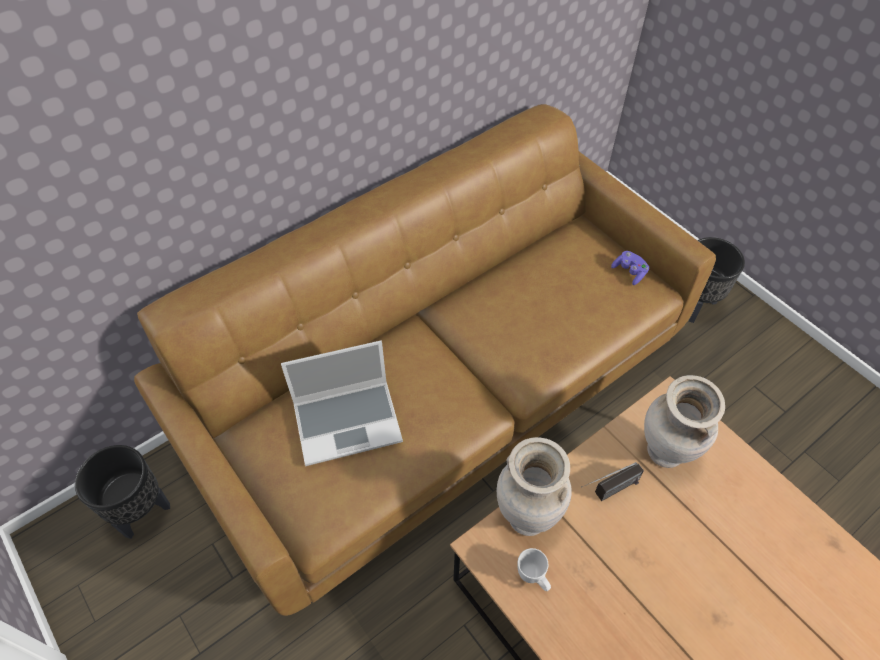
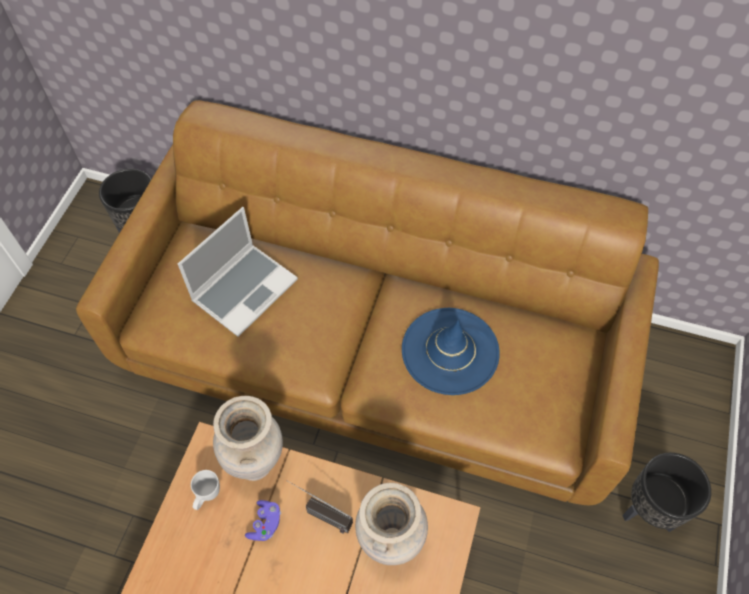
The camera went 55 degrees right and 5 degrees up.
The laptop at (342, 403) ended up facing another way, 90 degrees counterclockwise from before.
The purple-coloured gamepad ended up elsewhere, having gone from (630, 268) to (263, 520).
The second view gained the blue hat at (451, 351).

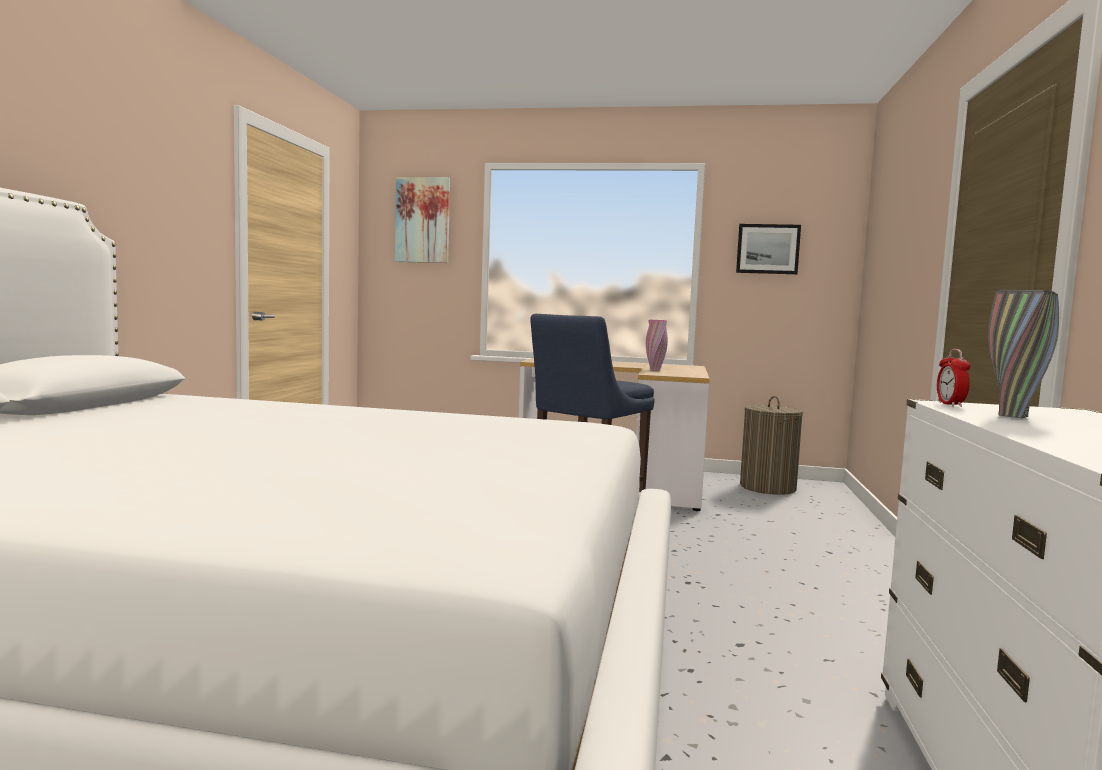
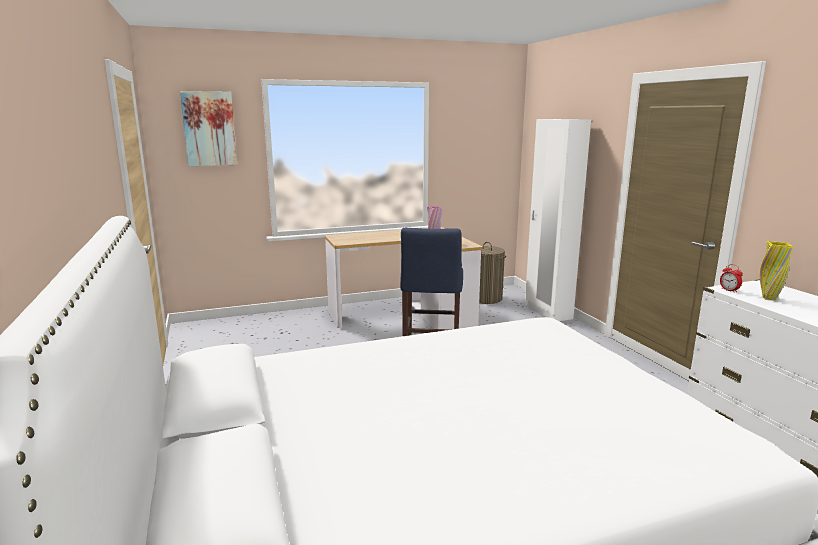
The camera went 30 degrees left and 10 degrees up.
The second view gained the whitish clothes cupboard at (558, 220).
What was the gray vase at (1023, 354) turned into the yellowish vase at (777, 271).
The second view lost the wall picture at (768, 249).

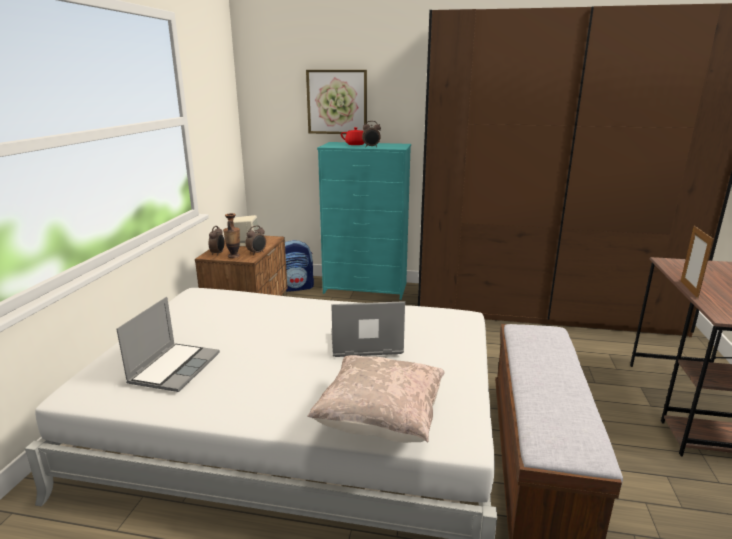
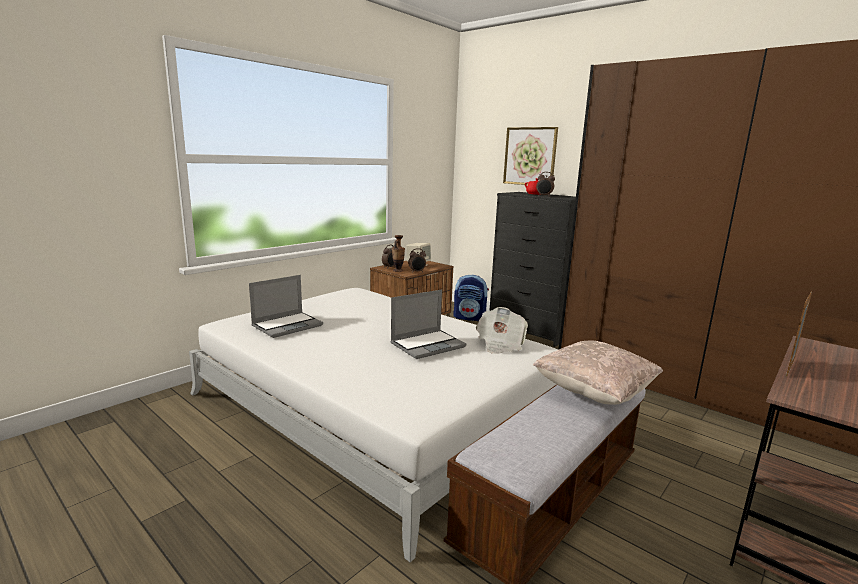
The camera went 30 degrees right and 5 degrees down.
The laptop at (368, 329) ended up facing another way, 120 degrees clockwise from before.
The second view gained the newspaper at (502, 330).
What was the turquoise chest of drawers at (364, 221) turned into the blackish chest of drawers at (533, 269).
The beige-coloured pillow ended up elsewhere, having gone from (376, 399) to (598, 373).

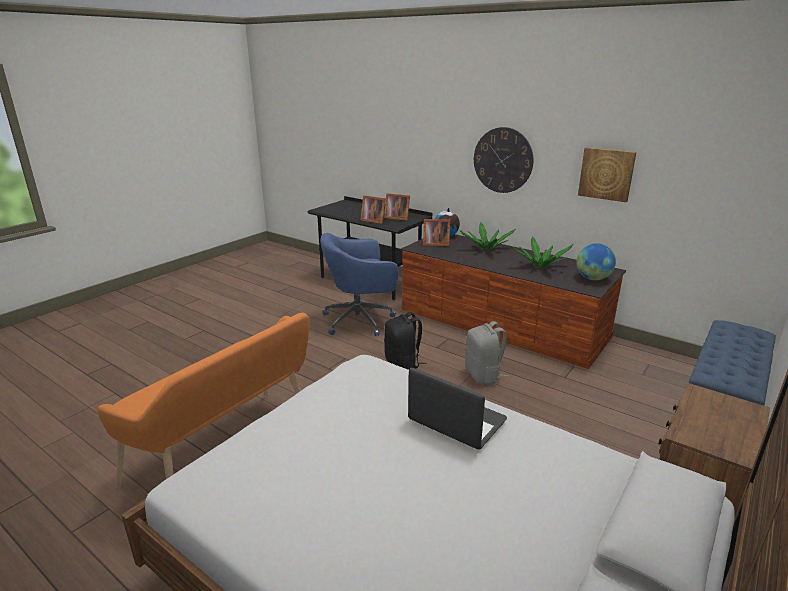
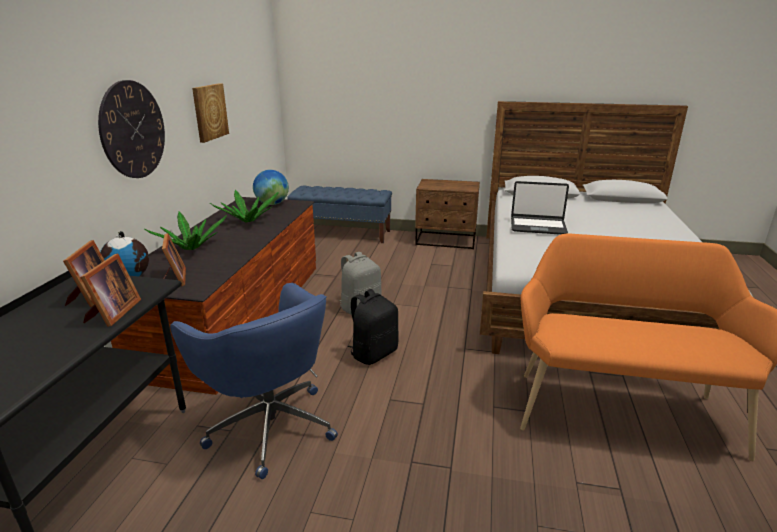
The camera went 115 degrees left and 0 degrees up.
The laptop at (457, 409) ended up facing another way, 90 degrees counterclockwise from before.

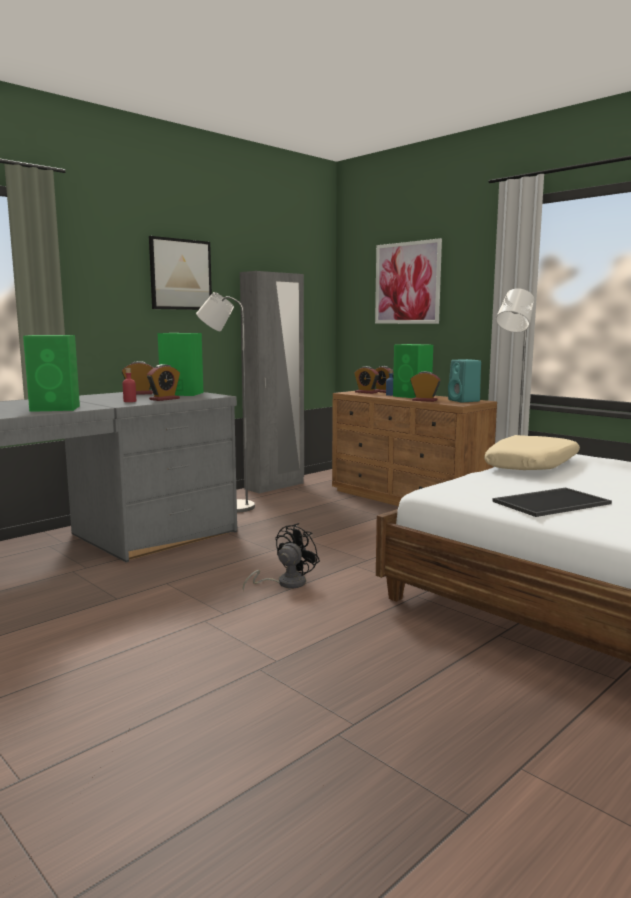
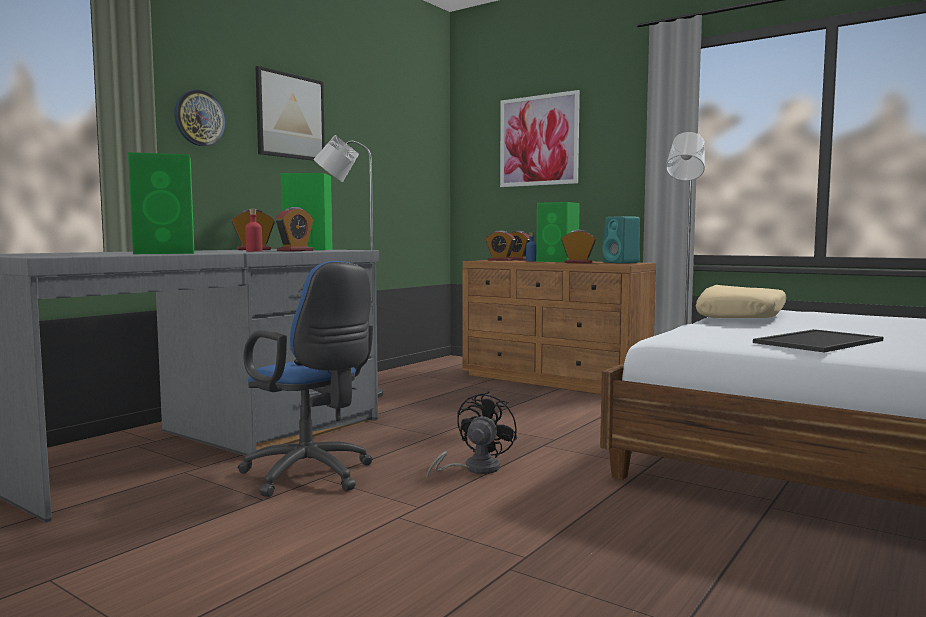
The camera went 10 degrees left and 5 degrees down.
The second view gained the clock on the wall at (200, 118).
The second view gained the blue office chair at (305, 379).
The second view lost the gray clothes cupboard at (272, 382).

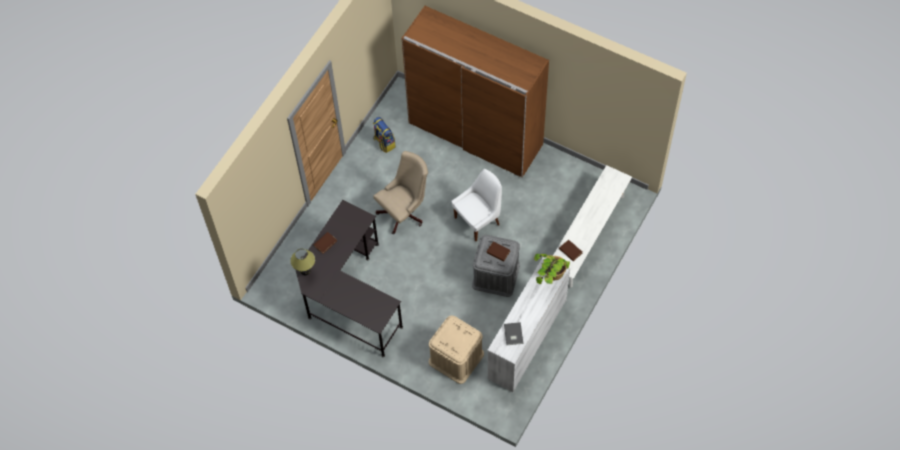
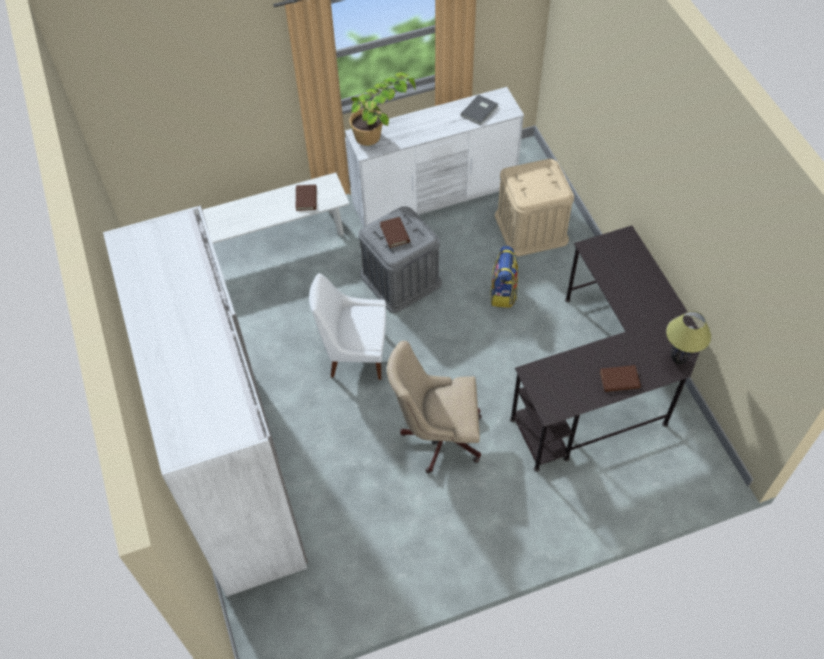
The camera went 140 degrees left and 5 degrees down.
What was the brown clothes cupboard at (475, 92) turned into the whitish clothes cupboard at (205, 401).
The knapsack ended up elsewhere, having gone from (384, 135) to (504, 277).

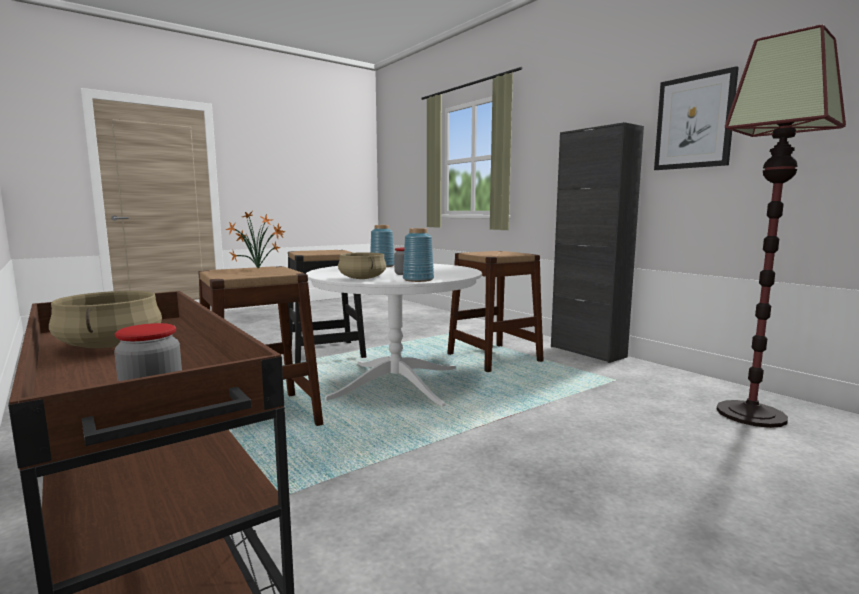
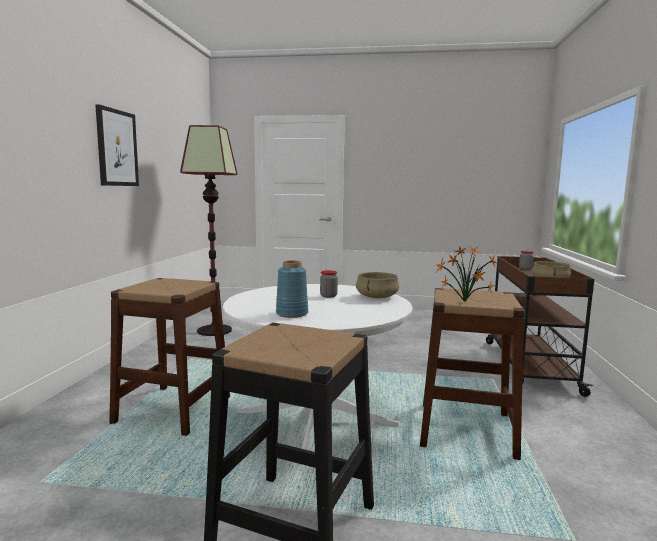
The camera went 135 degrees left and 0 degrees up.
The second view lost the blue vase at (418, 255).
The second view lost the blackish storage cabinet at (597, 242).

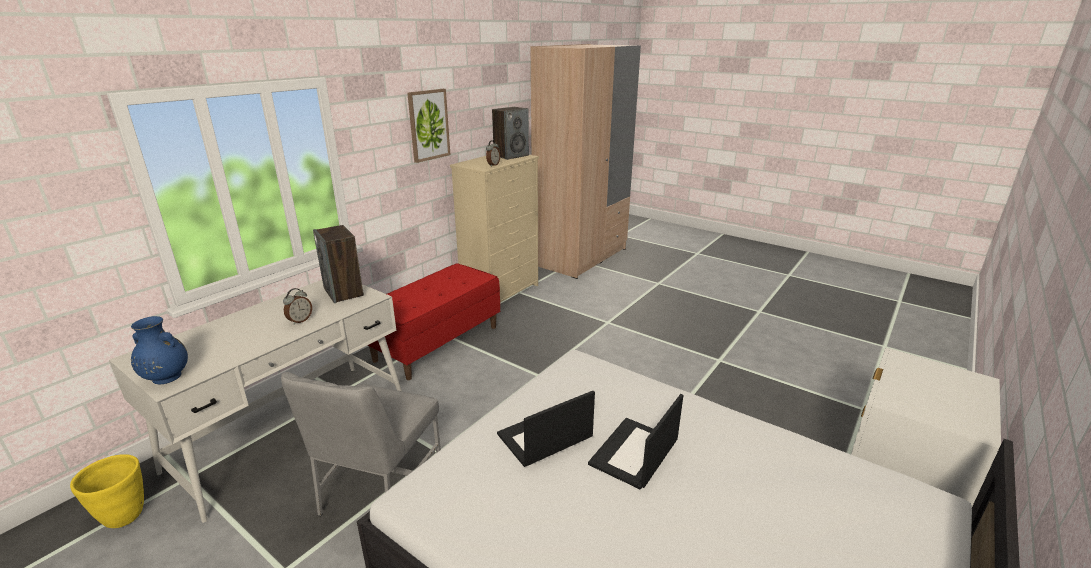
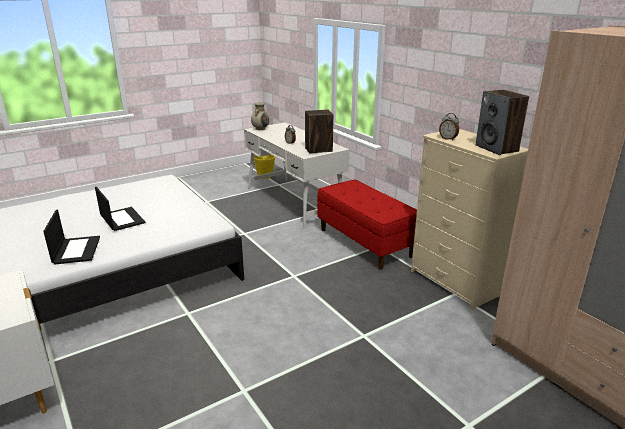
The camera went 110 degrees right and 0 degrees up.
The laptop ended up elsewhere, having gone from (546, 429) to (71, 237).
What was the blue vase at (159, 350) turned into the beige-coloured vase at (260, 116).
The second view lost the gray chair at (361, 444).
The second view lost the wall picture at (429, 126).

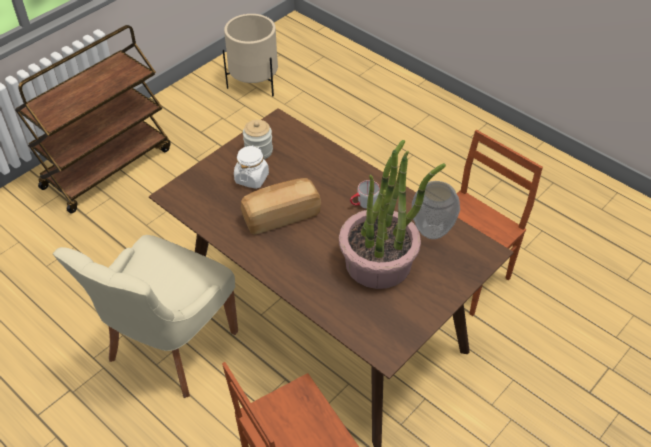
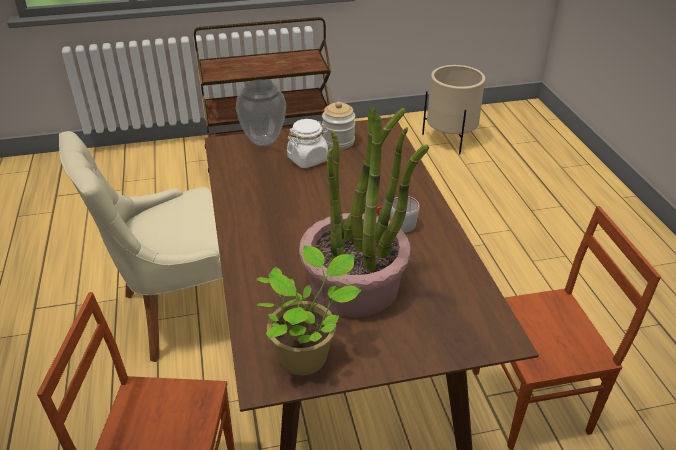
The camera went 35 degrees right and 10 degrees down.
The vase ended up elsewhere, having gone from (436, 210) to (261, 112).
The second view gained the plant in a pot at (309, 310).
The second view lost the bread at (281, 206).

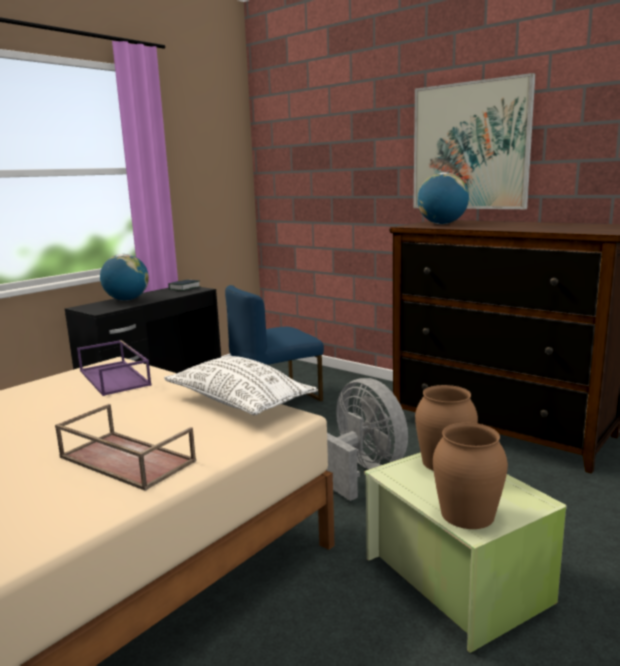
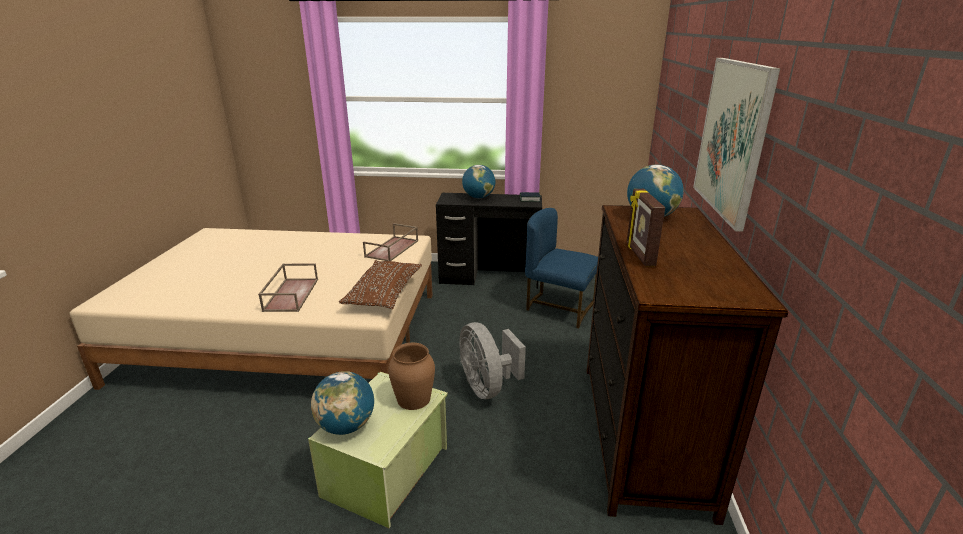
The camera went 55 degrees right and 10 degrees up.
Where the brown vase stood at (470, 476), the globe came to stand at (342, 403).
What was the whitish pillow at (241, 385) turned into the brown pillow at (380, 284).
What was the purple-coloured serving tray at (114, 368) turned into the brown serving tray at (390, 242).
The gray electric fan at (367, 439) ended up facing another way, 135 degrees clockwise from before.
The second view gained the photo frame at (646, 228).

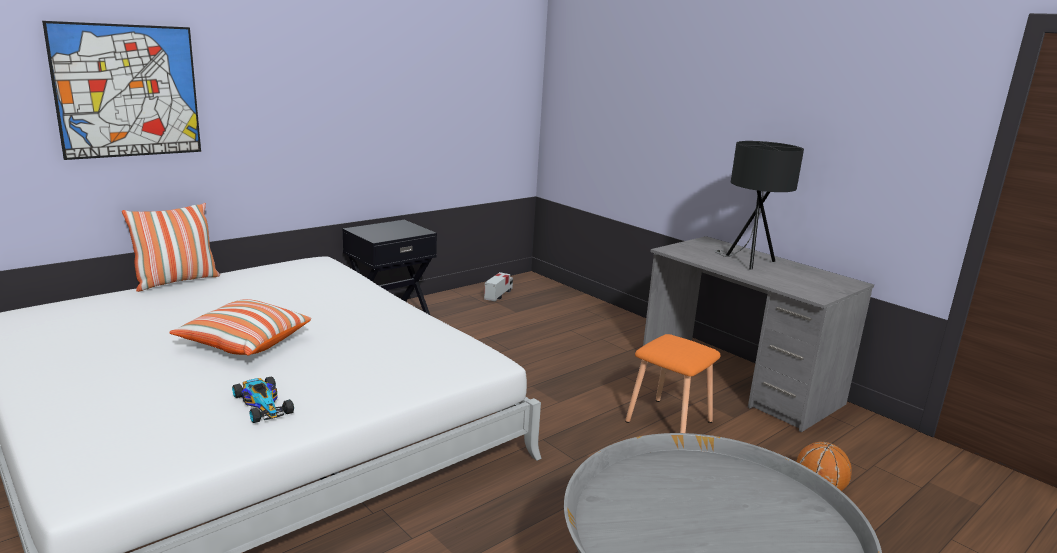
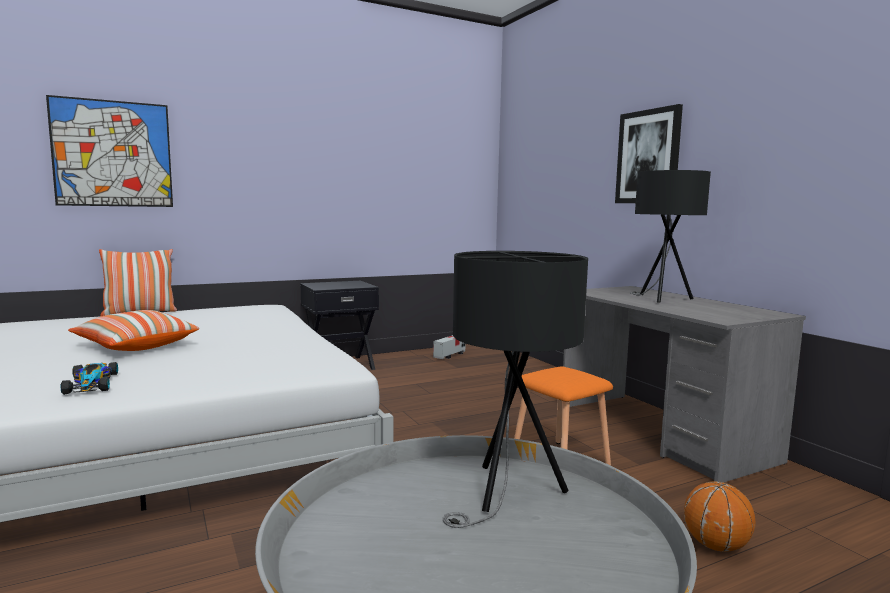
The camera went 15 degrees right and 10 degrees down.
The second view gained the blackish table lamp at (515, 389).
The second view gained the wall picture at (649, 153).

